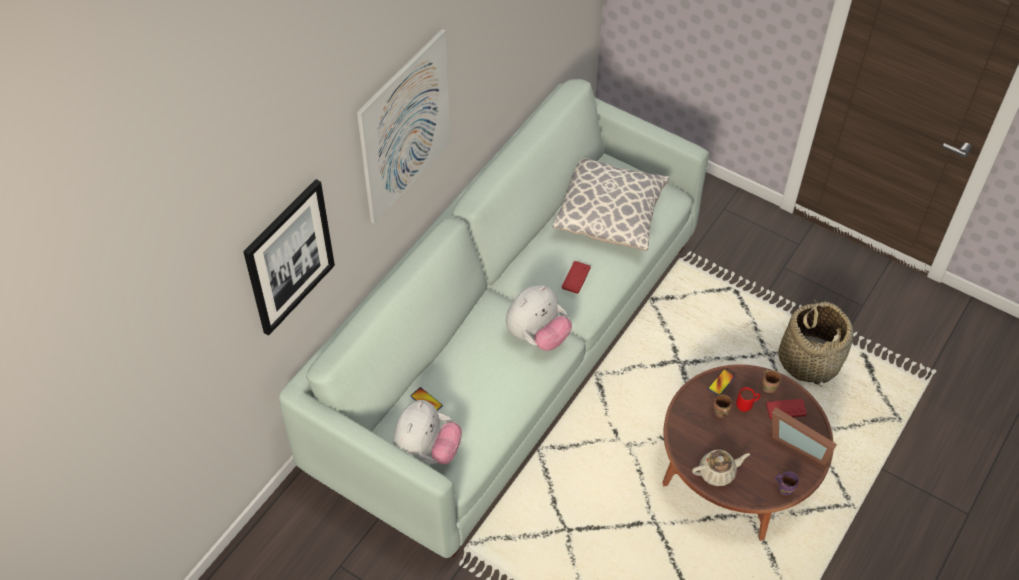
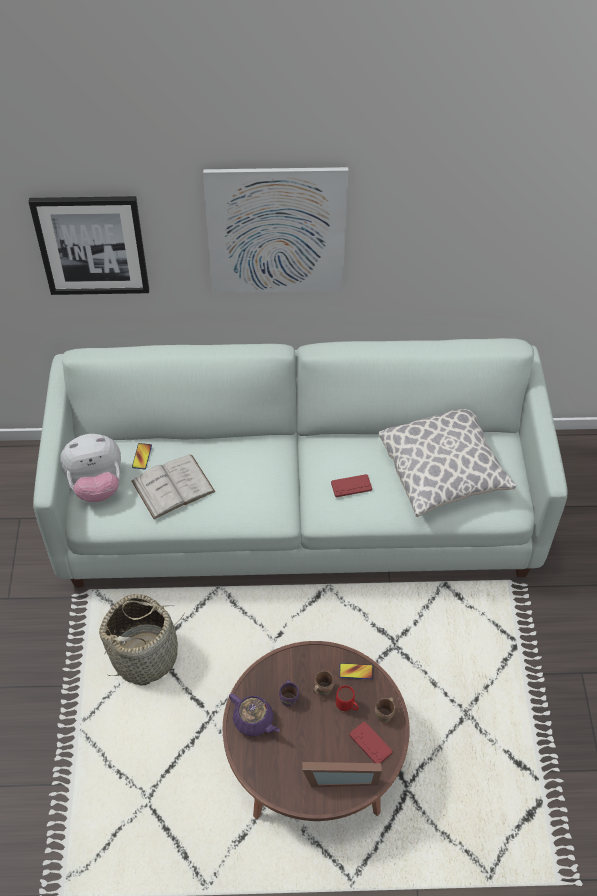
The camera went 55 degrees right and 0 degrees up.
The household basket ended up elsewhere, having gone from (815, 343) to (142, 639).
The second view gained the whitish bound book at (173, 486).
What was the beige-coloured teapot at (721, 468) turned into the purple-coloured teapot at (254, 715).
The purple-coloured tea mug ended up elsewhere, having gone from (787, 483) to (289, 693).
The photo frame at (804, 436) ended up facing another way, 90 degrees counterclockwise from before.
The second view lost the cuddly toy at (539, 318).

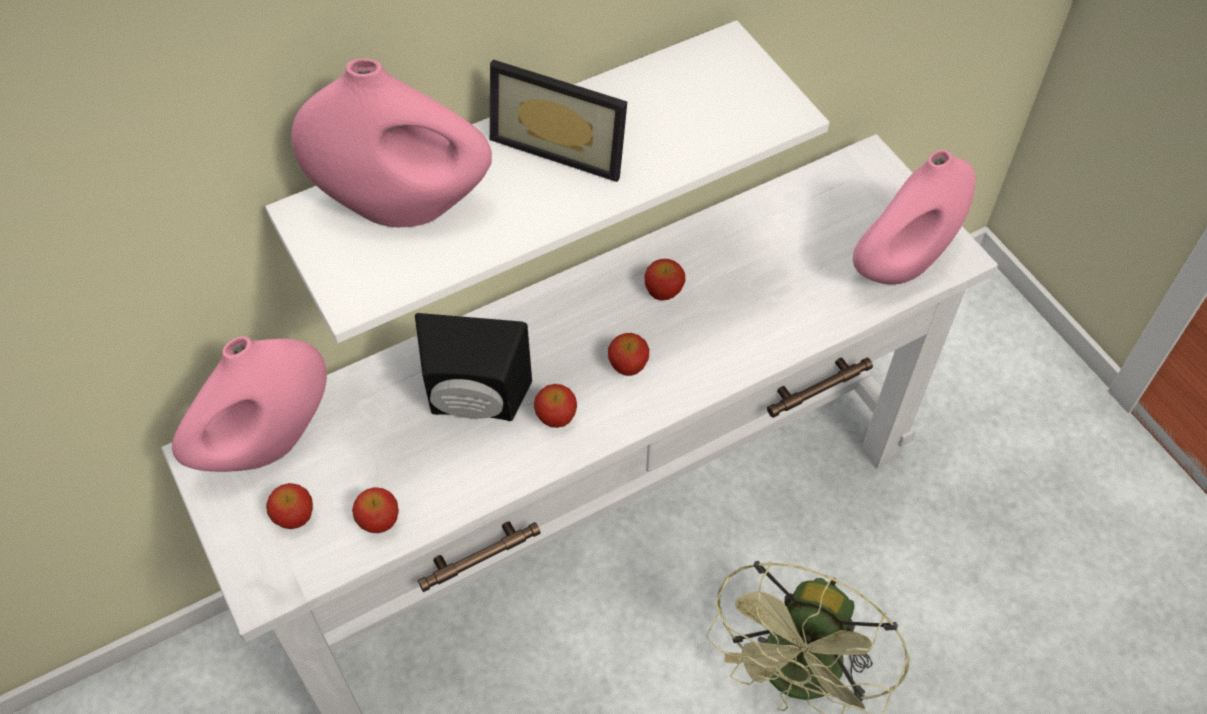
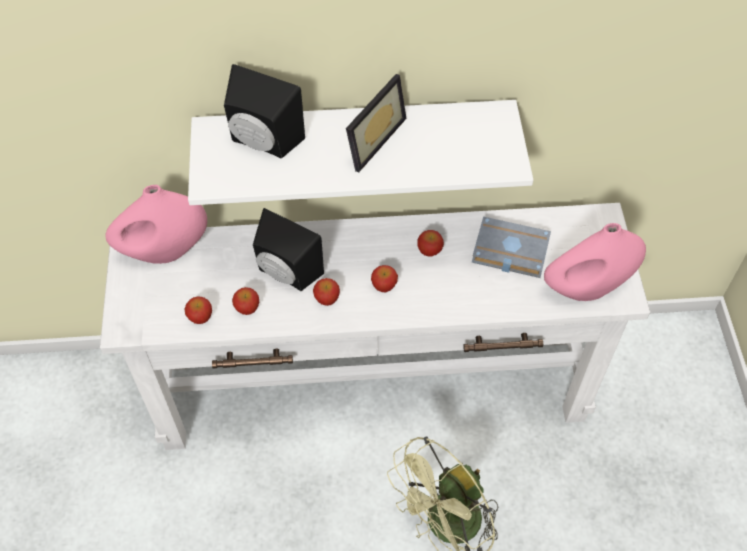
The camera went 25 degrees right and 0 degrees up.
Where the pinkish vase stood at (391, 142), the blackish speaker came to stand at (264, 111).
The apple ended up elsewhere, having gone from (289, 506) to (245, 301).
The photo frame at (558, 120) ended up facing another way, 105 degrees counterclockwise from before.
The second view gained the gray bound book at (511, 247).

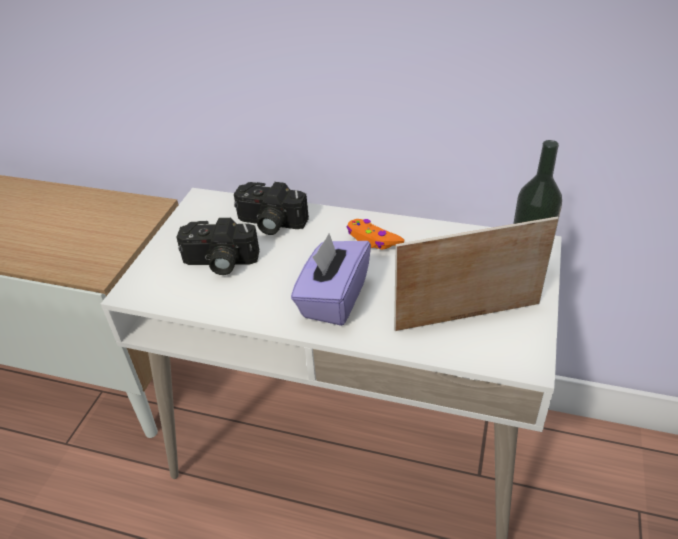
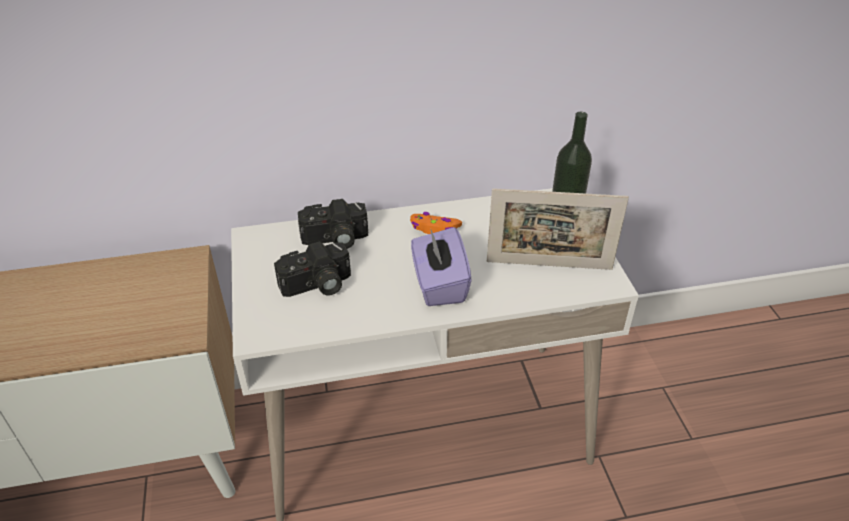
The camera went 30 degrees left and 0 degrees up.
The photo frame at (476, 274) ended up facing another way, 135 degrees counterclockwise from before.

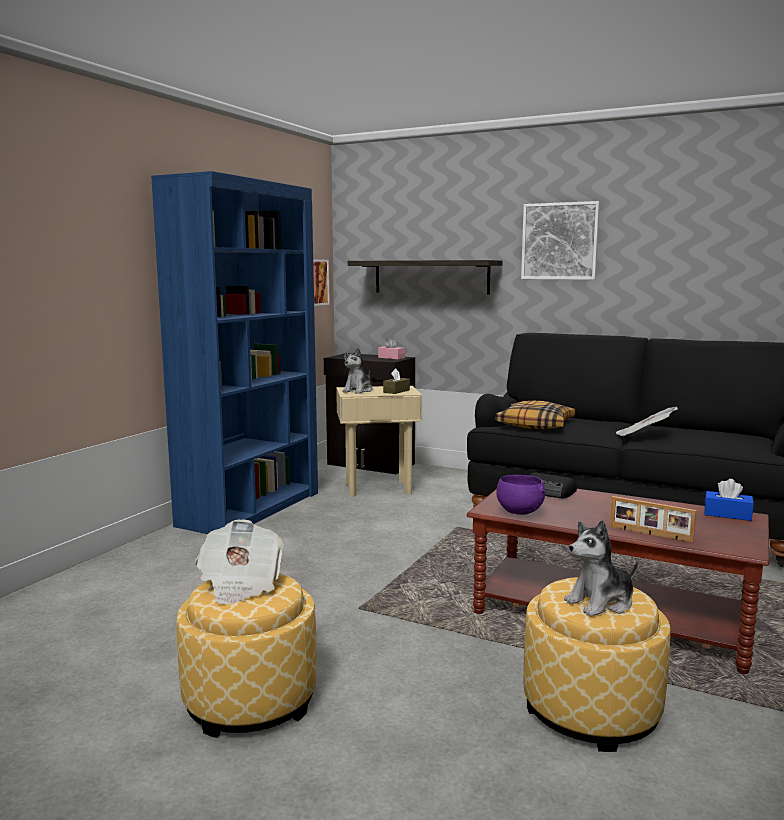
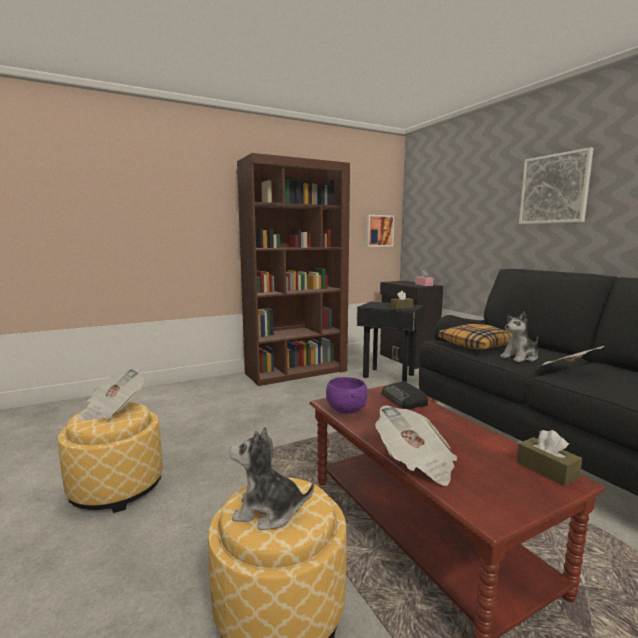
The camera went 35 degrees right and 0 degrees up.
What was the blue bookcase at (234, 352) turned into the brown bookcase at (293, 269).
What was the beige-coloured side table at (379, 441) turned into the blackish side table at (390, 342).
Where the photo frame stood at (653, 519), the newspaper came to stand at (416, 445).
The cuddly toy ended up elsewhere, having gone from (357, 371) to (519, 337).
What was the blue box of tissues at (729, 500) turned into the brown box of tissues at (549, 458).
The second view lost the shelf at (425, 277).

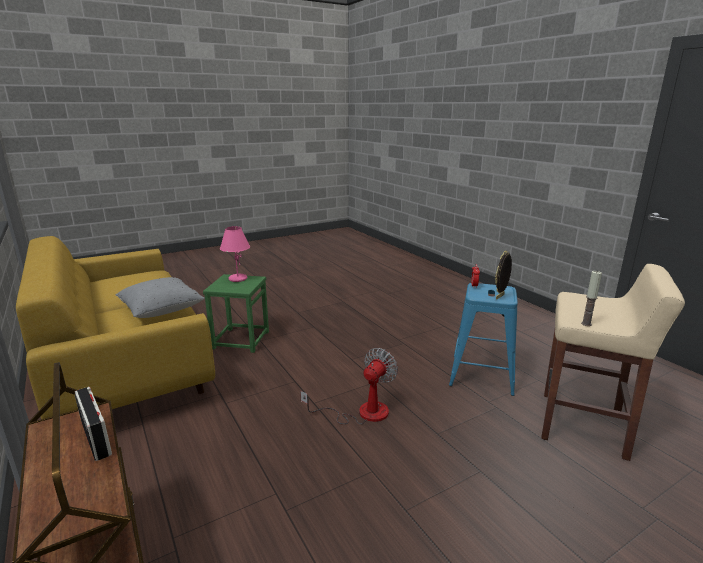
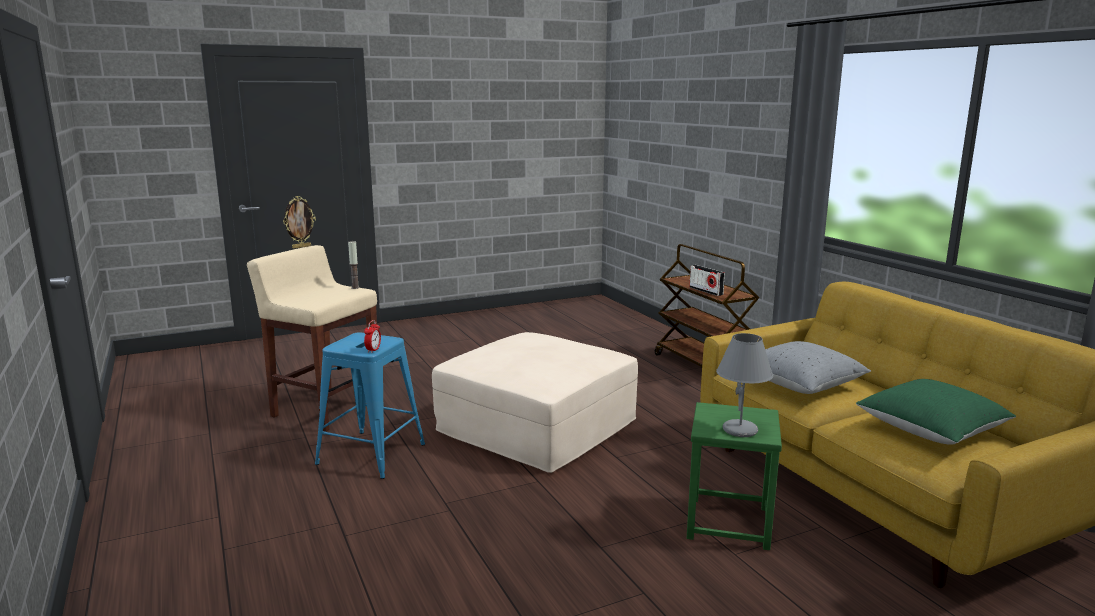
The camera went 175 degrees left and 5 degrees down.
The photo frame ended up elsewhere, having gone from (503, 275) to (299, 222).
Where the electric fan stood at (349, 386), the beige-coloured pouffe came to stand at (535, 402).
What was the pinkish table lamp at (235, 254) turned into the gray table lamp at (744, 385).
The second view gained the green pillow at (936, 412).

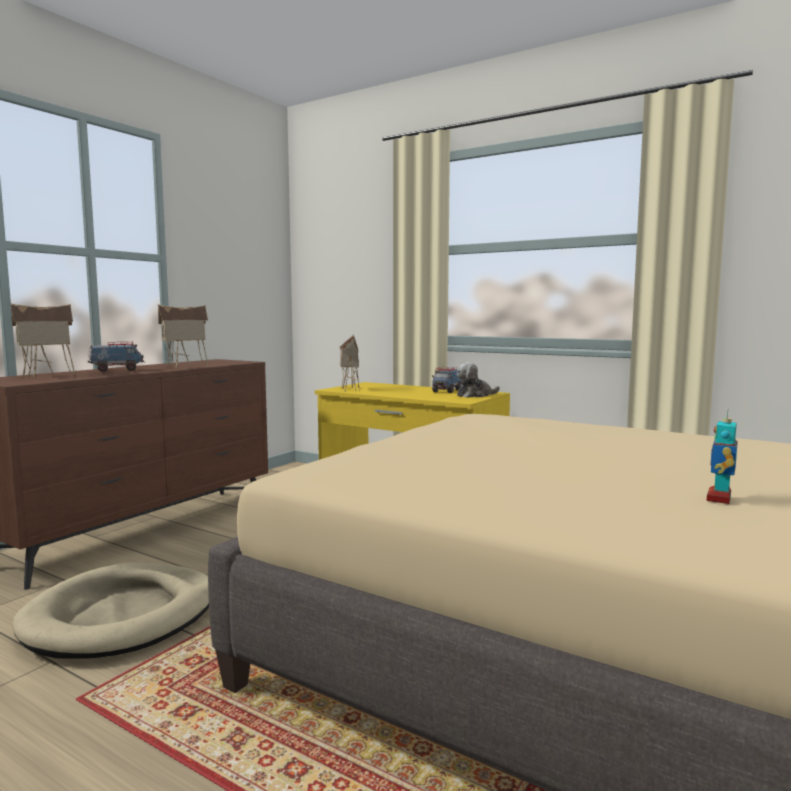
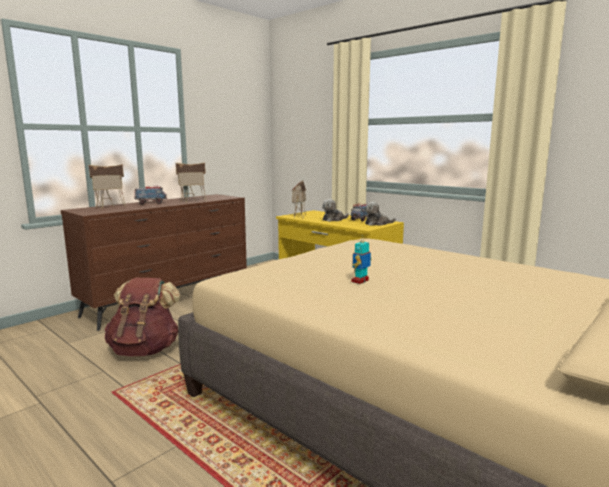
The camera went 10 degrees right and 5 degrees up.
Where the beige-coloured pet bed stood at (111, 611), the brown knapsack came to stand at (142, 317).
The second view gained the cuddly toy at (335, 210).
The robot figure ended up elsewhere, having gone from (722, 457) to (362, 260).

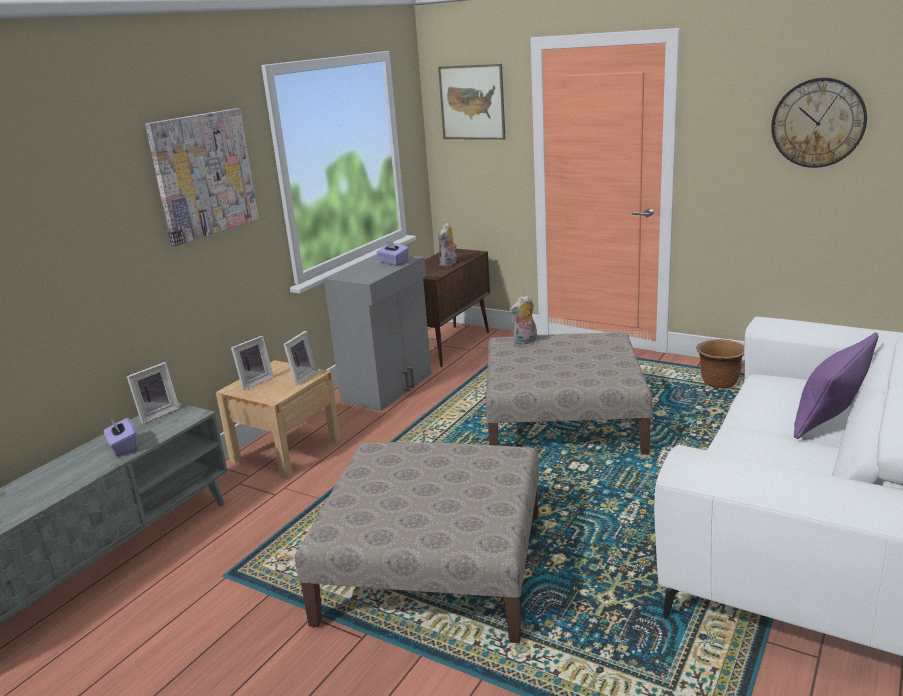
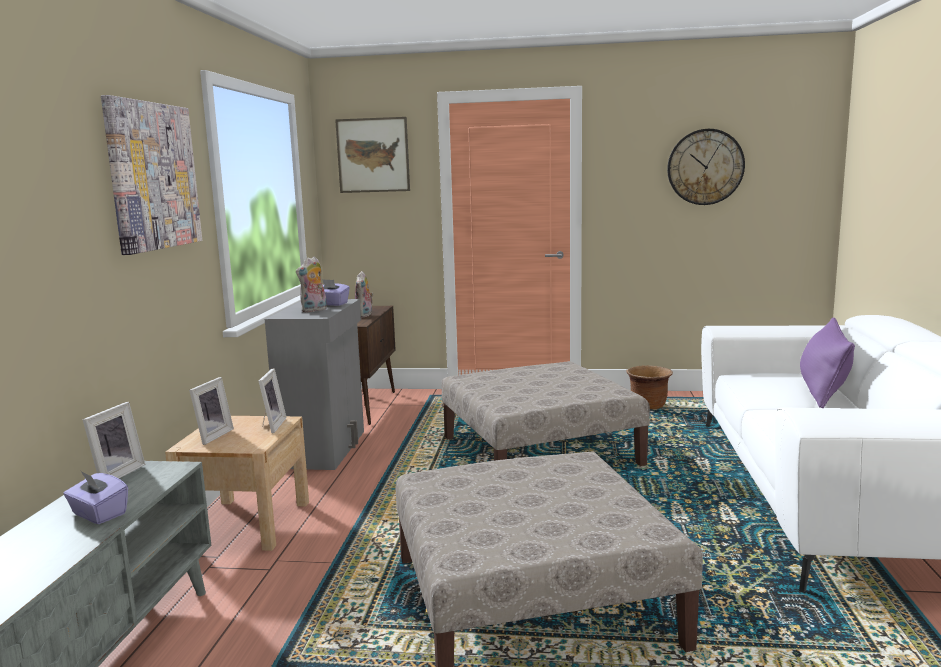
The camera went 25 degrees left and 10 degrees down.
The cuddly toy ended up elsewhere, having gone from (523, 320) to (311, 284).

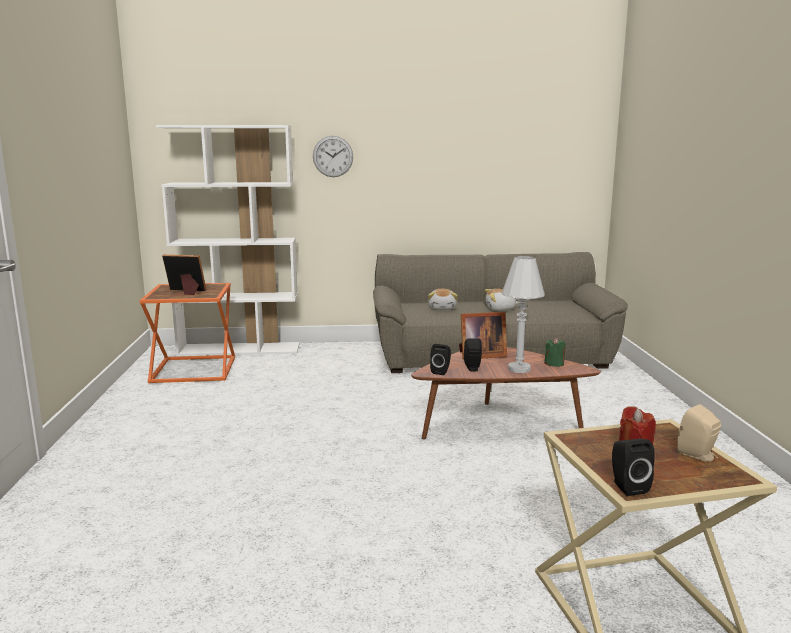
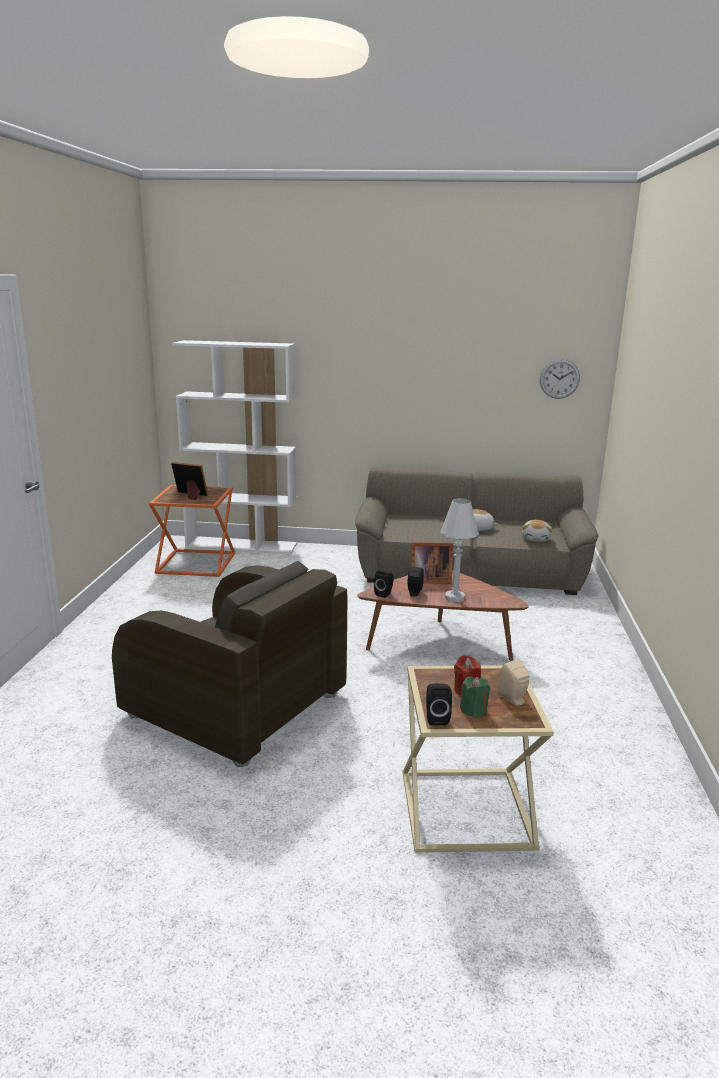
The camera went 10 degrees right and 5 degrees up.
The second view gained the brown armchair at (229, 664).
The green wax light ended up elsewhere, having gone from (555, 352) to (475, 697).
The cuddly toy ended up elsewhere, having gone from (443, 299) to (537, 531).
The clock on the wall ended up elsewhere, having gone from (333, 156) to (560, 379).

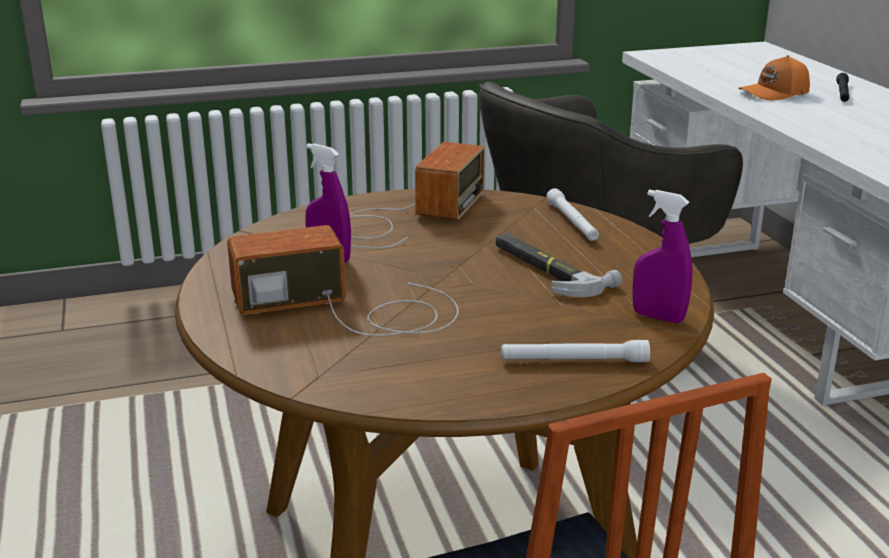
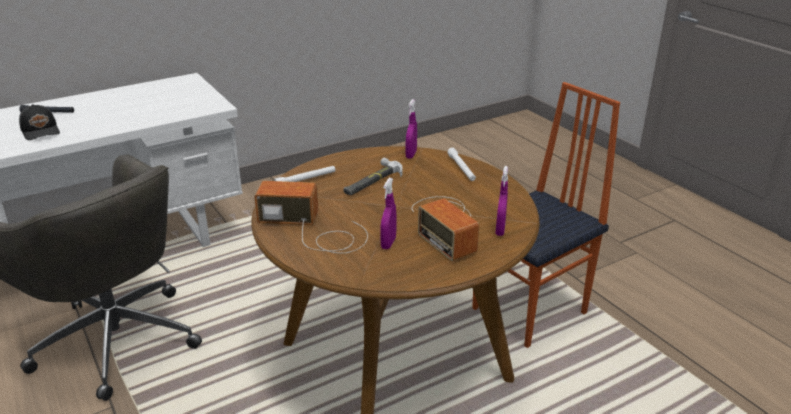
The camera went 105 degrees left and 5 degrees up.
What was the orange-coloured peaked cap at (774, 77) turned into the blackish peaked cap at (39, 122).
The second view gained the purple-coloured hand sprayer at (501, 201).

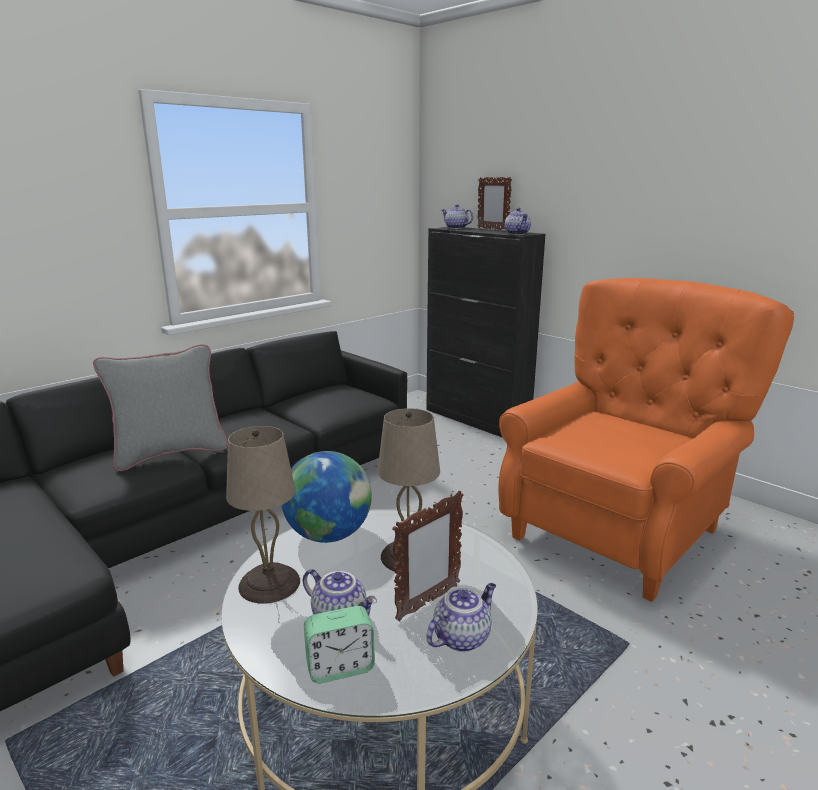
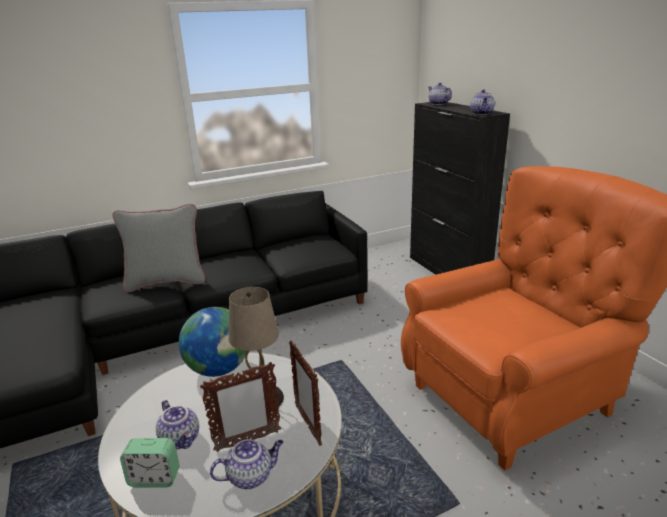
The camera went 20 degrees right and 5 degrees up.
The photo frame ended up elsewhere, having gone from (495, 203) to (305, 393).
The second view lost the beige-coloured table lamp at (263, 515).

